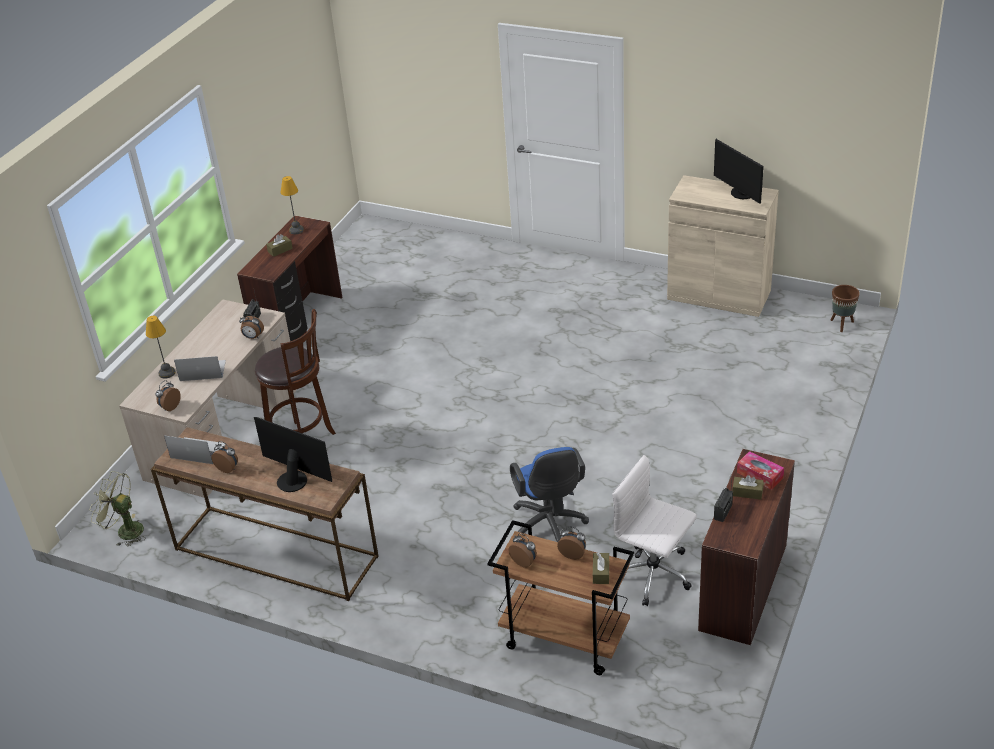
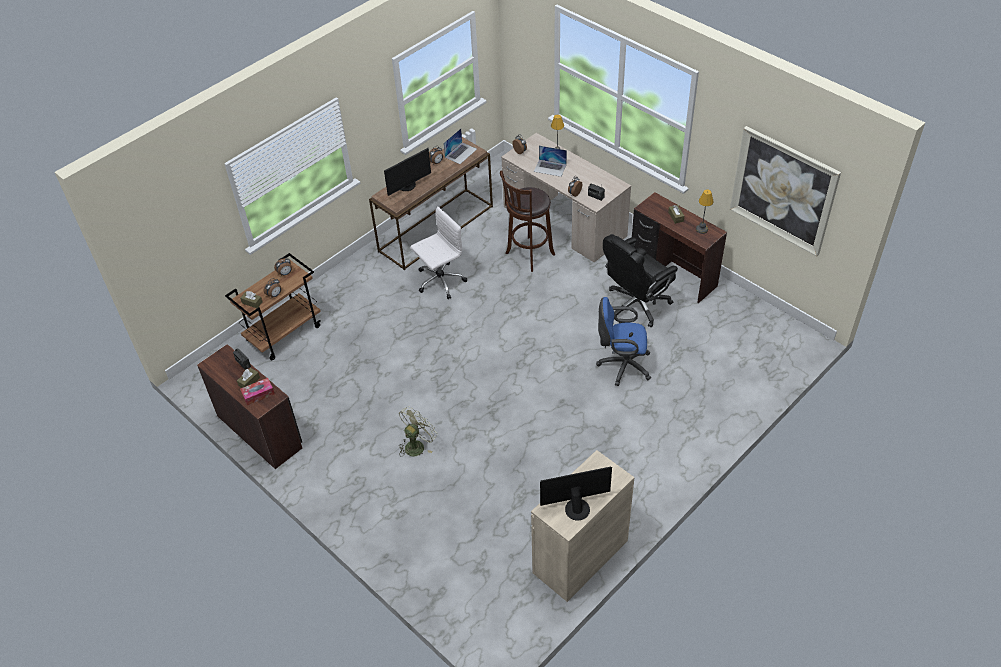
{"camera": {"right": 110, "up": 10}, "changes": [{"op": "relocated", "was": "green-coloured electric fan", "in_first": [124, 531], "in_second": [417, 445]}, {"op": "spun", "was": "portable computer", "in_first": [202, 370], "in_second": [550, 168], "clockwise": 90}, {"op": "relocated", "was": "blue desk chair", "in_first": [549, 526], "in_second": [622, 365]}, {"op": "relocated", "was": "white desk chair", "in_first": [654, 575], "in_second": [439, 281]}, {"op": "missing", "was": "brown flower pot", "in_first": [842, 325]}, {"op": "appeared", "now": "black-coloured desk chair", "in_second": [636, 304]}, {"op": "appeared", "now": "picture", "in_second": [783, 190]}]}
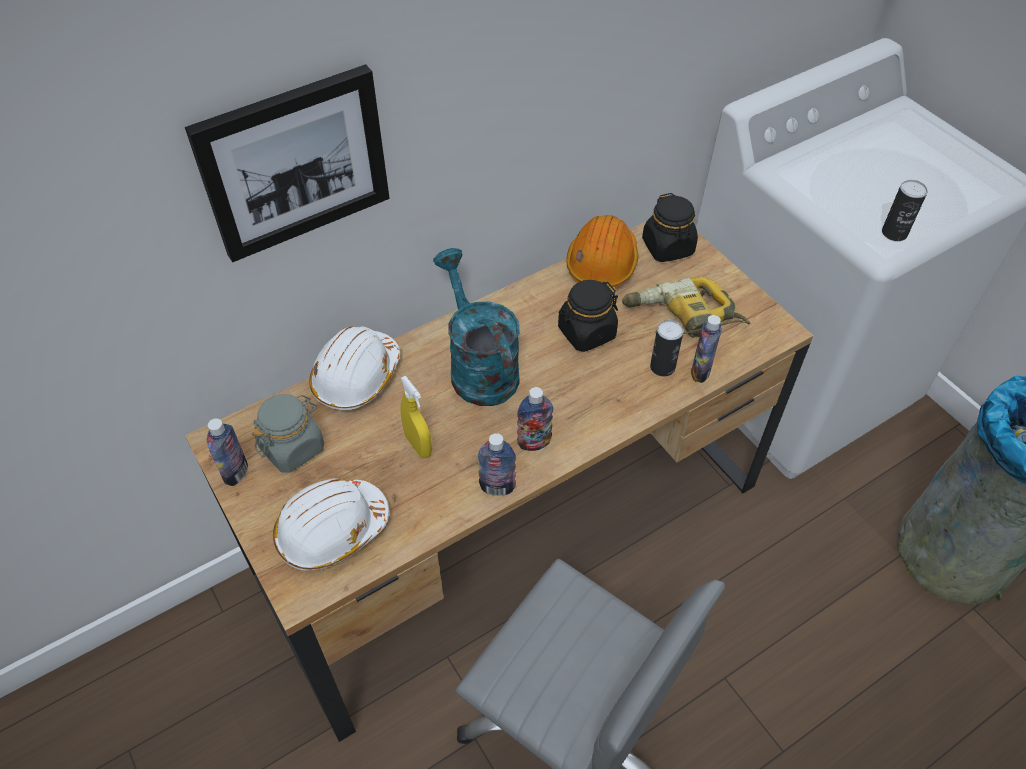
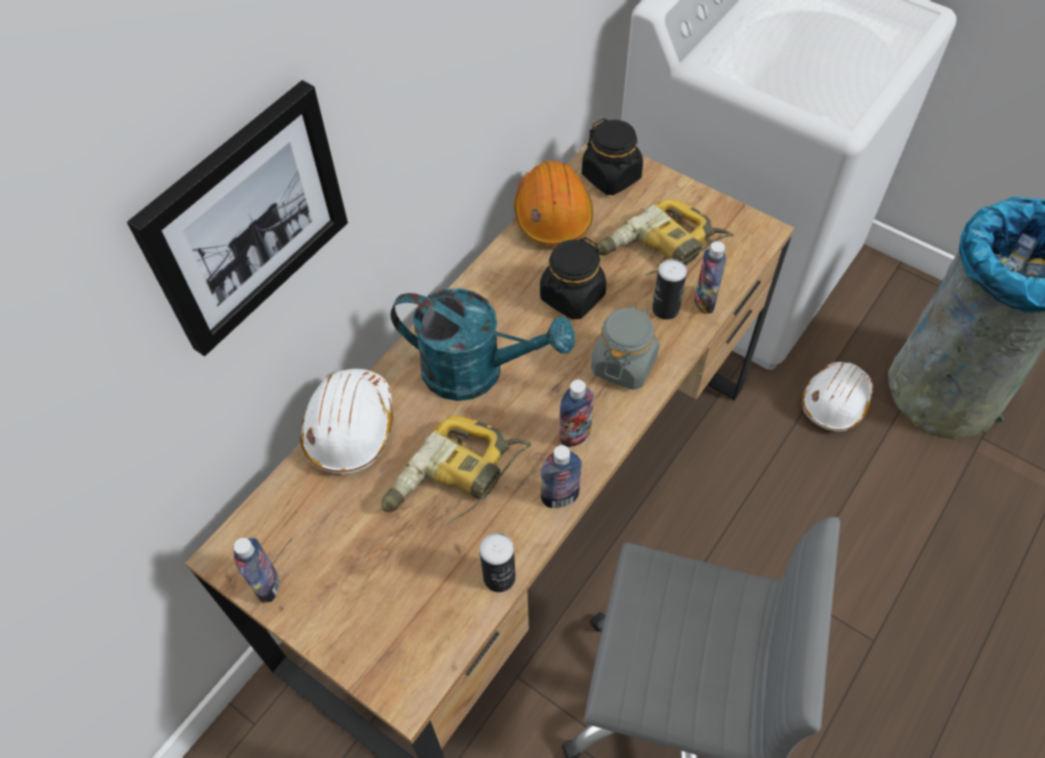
{"camera": {"right": -20, "up": 5}, "changes": [{"op": "relocated", "was": "grey storage jar", "in_first": [293, 447], "in_second": [624, 364]}, {"op": "relocated", "was": "white work helmet", "in_first": [332, 530], "in_second": [835, 401]}, {"op": "exchanged", "was": "yellow sprayer", "now": "power drill", "in_first": [418, 445], "in_second": [455, 481]}, {"op": "spun", "was": "blue-green sprinkling can", "in_first": [478, 366], "in_second": [477, 371], "clockwise": 150}, {"op": "relocated", "was": "sealed can", "in_first": [894, 233], "in_second": [499, 577]}]}
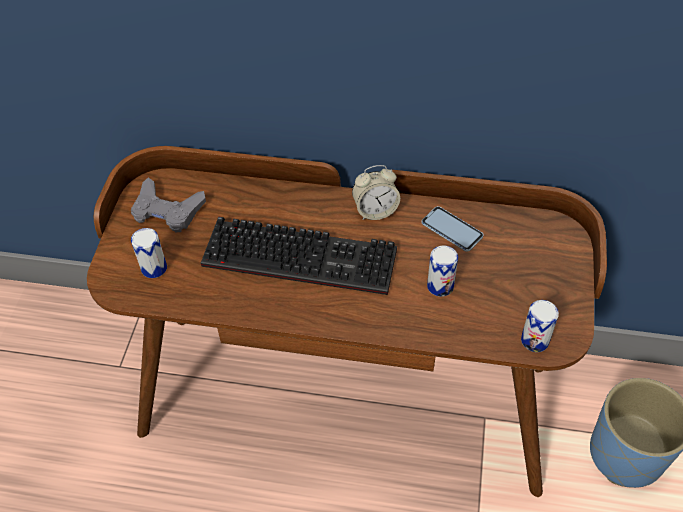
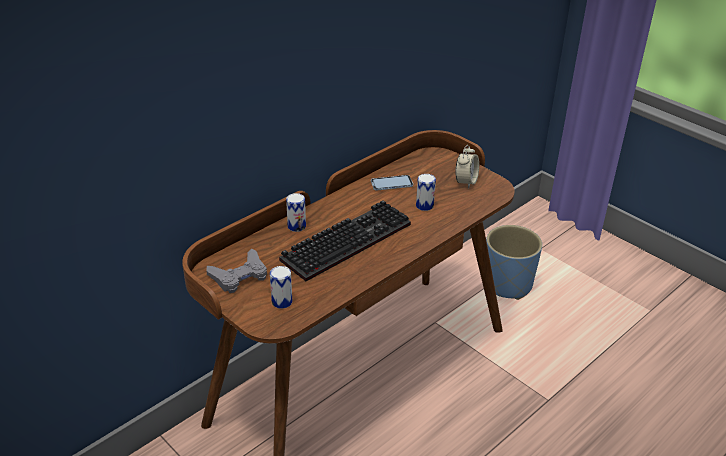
{"camera": {"right": -55, "up": -15}, "changes": [{"op": "relocated", "was": "bedside clock", "in_first": [375, 211], "in_second": [466, 182]}, {"op": "relocated", "was": "sealed can", "in_first": [534, 340], "in_second": [296, 226]}]}
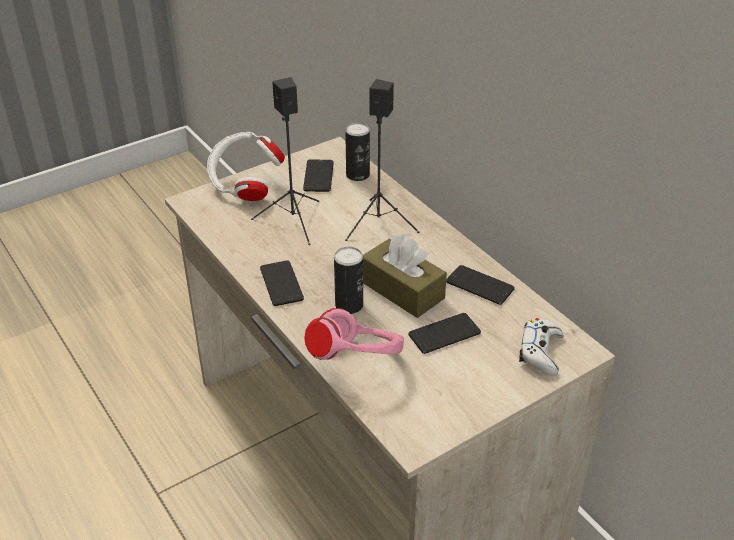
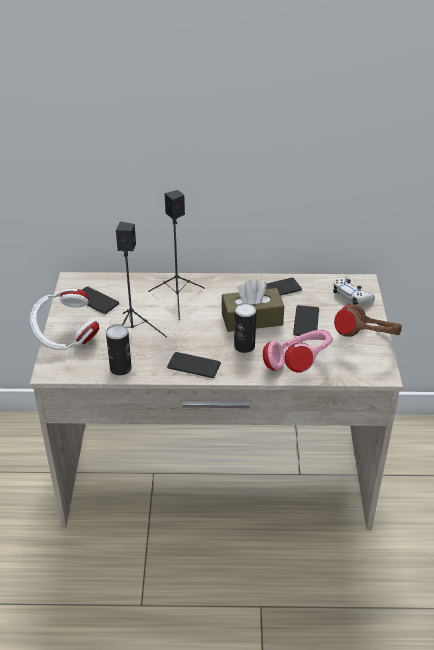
{"camera": {"right": -55, "up": 0}, "changes": [{"op": "relocated", "was": "sealed can", "in_first": [357, 175], "in_second": [120, 368]}, {"op": "appeared", "now": "brown pair of headphones", "in_second": [365, 341]}]}
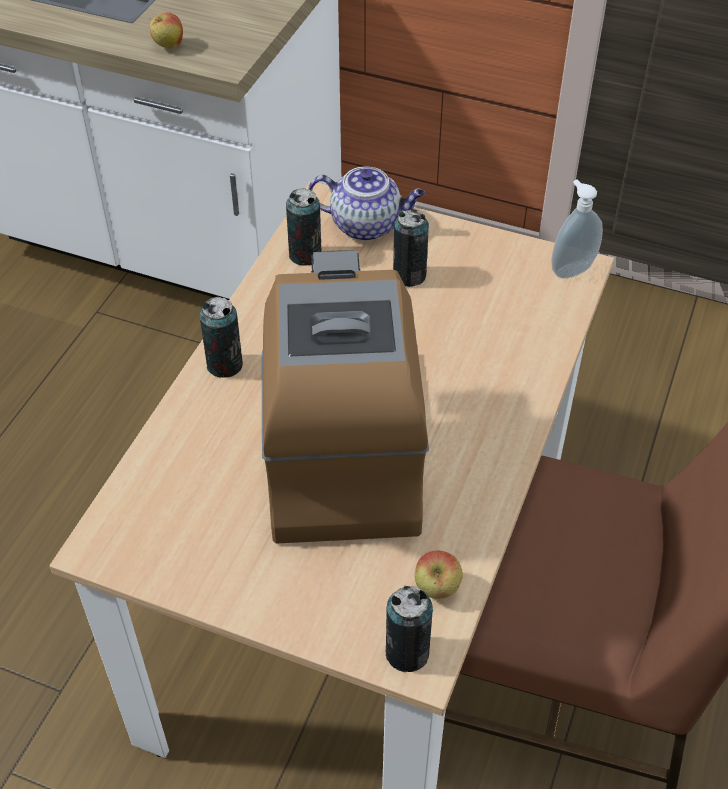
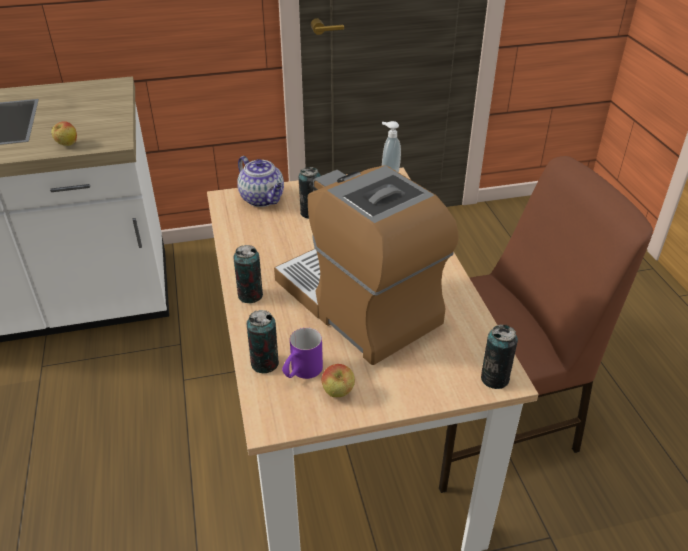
{"camera": {"right": -35, "up": -10}, "changes": [{"op": "relocated", "was": "sealed can", "in_first": [305, 255], "in_second": [264, 363]}, {"op": "spun", "was": "teapot", "in_first": [367, 225], "in_second": [263, 199], "clockwise": 75}, {"op": "relocated", "was": "whole apple", "in_first": [437, 589], "in_second": [338, 393]}, {"op": "appeared", "now": "purple tea mug", "in_second": [301, 372]}]}
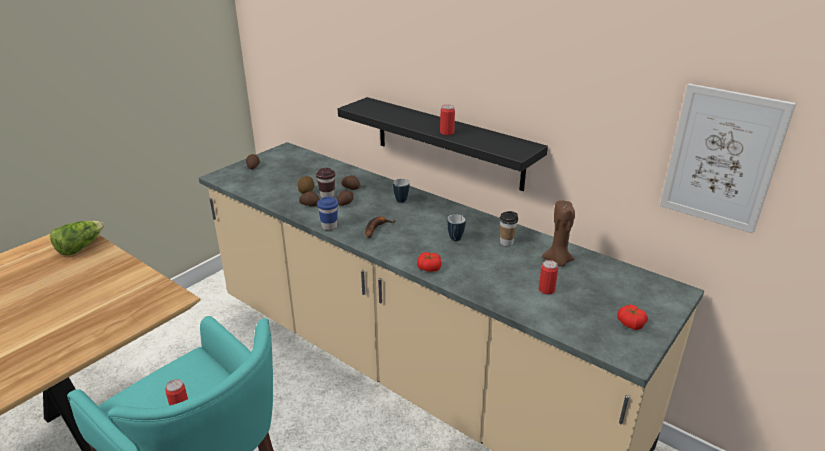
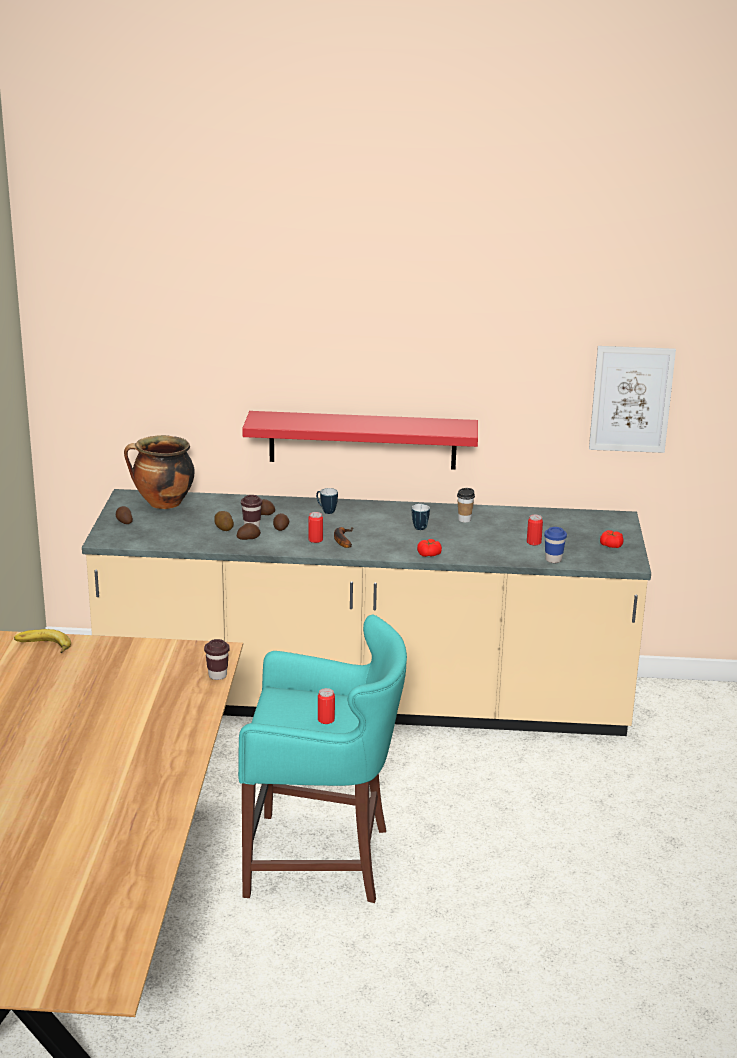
{"camera": {"right": -35, "up": -5}, "changes": [{"op": "exchanged", "was": "lettuce", "now": "whole banana", "in_first": [80, 247], "in_second": [42, 647]}, {"op": "relocated", "was": "blue small cup", "in_first": [329, 226], "in_second": [553, 560]}, {"op": "colour", "was": "black-coloured bracket shelf", "now": "red bracket shelf", "in_first": [448, 143], "in_second": [362, 440]}, {"op": "relocated", "was": "sealed can", "in_first": [447, 132], "in_second": [315, 540]}, {"op": "missing", "was": "brown wax candle", "in_first": [558, 261]}, {"op": "appeared", "now": "saucepot", "in_second": [162, 504]}, {"op": "appeared", "now": "brown small cup", "in_second": [217, 675]}]}
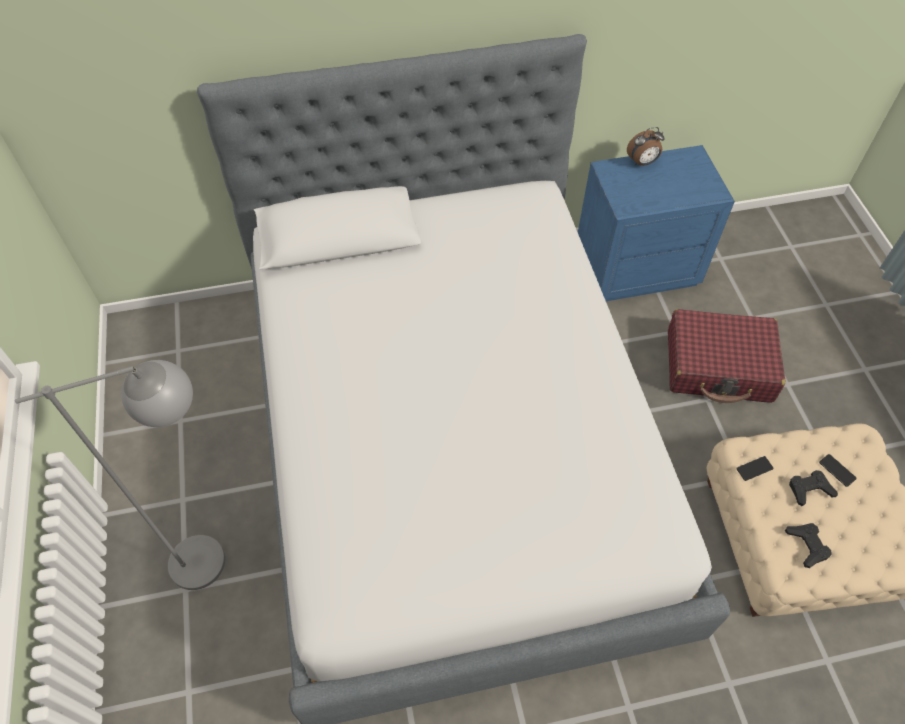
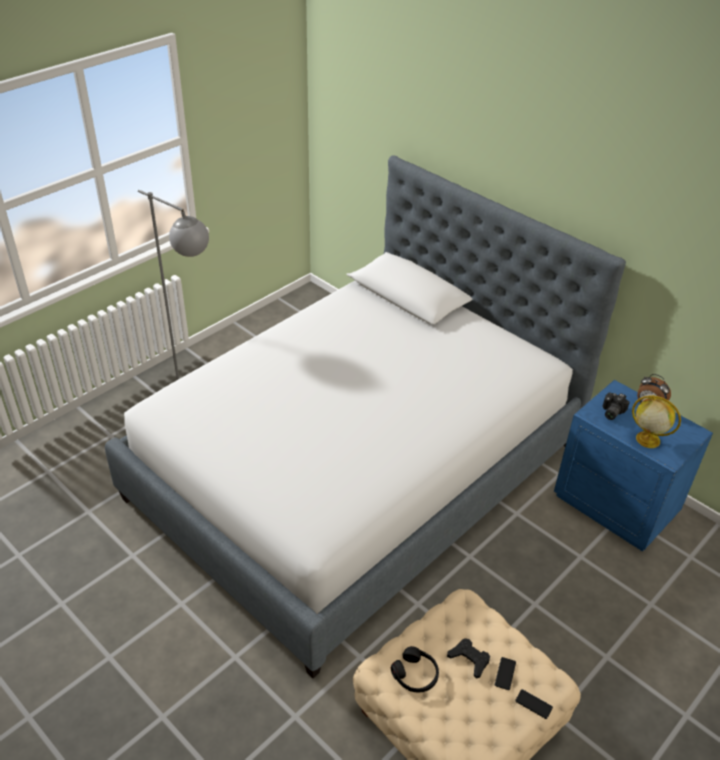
{"camera": {"right": 55, "up": -15}, "changes": [{"op": "missing", "was": "red travel case", "in_first": [719, 366]}, {"op": "relocated", "was": "handset", "in_first": [754, 468], "in_second": [533, 704]}, {"op": "exchanged", "was": "black-coloured gamepad", "now": "black-coloured pair of headphones", "in_first": [807, 545], "in_second": [415, 675]}, {"op": "appeared", "now": "photo camera", "in_second": [611, 412]}, {"op": "appeared", "now": "world globe", "in_second": [647, 439]}]}
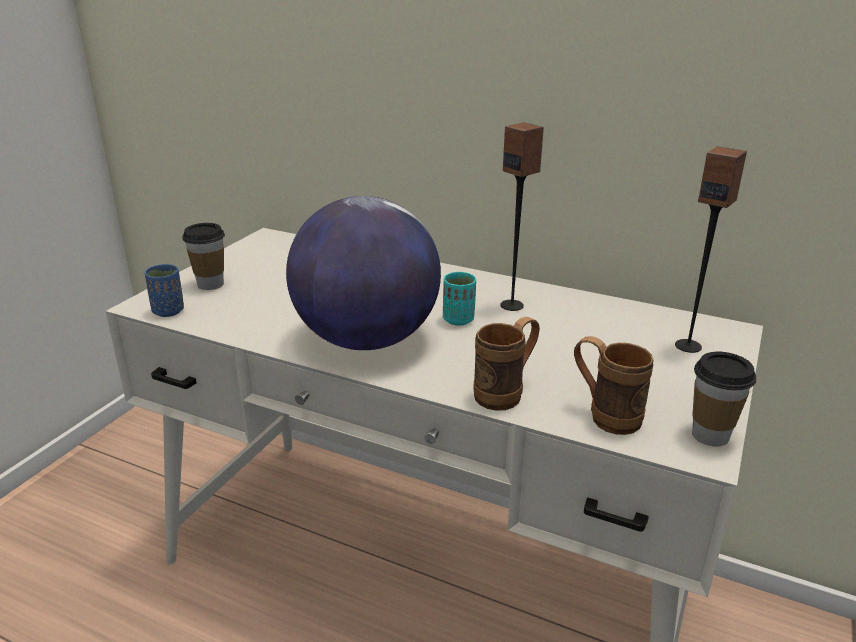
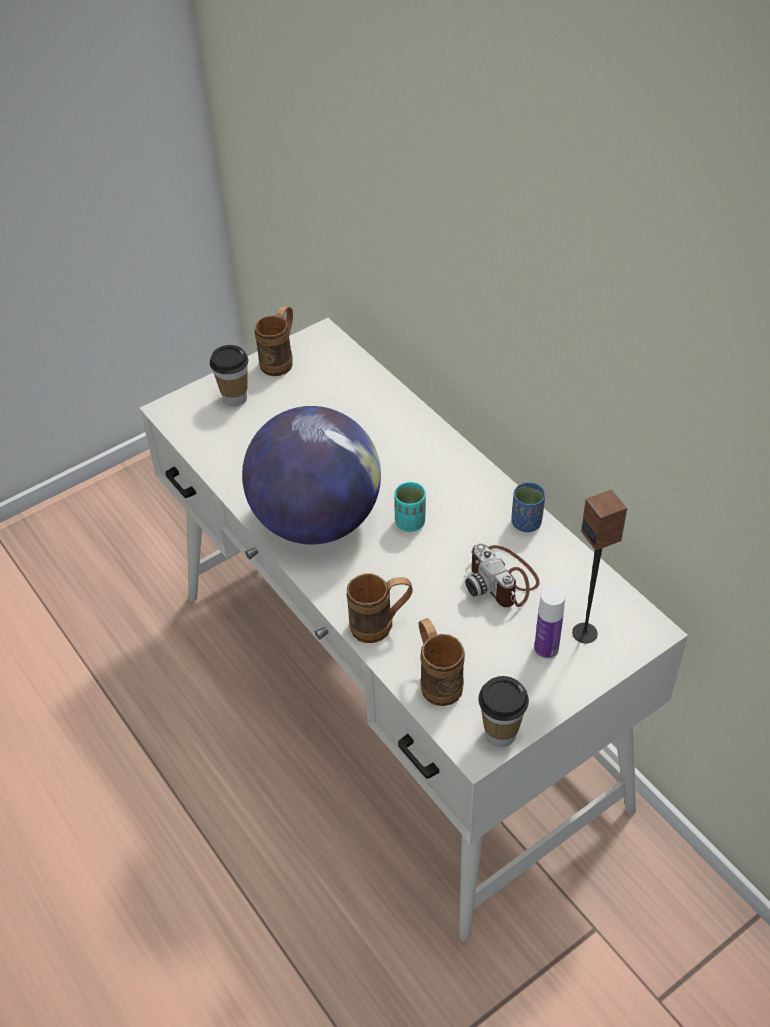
{"camera": {"right": 30, "up": 20}, "changes": [{"op": "relocated", "was": "blue small cup", "in_first": [168, 311], "in_second": [526, 523]}, {"op": "missing", "was": "speaker", "in_first": [512, 305]}, {"op": "appeared", "now": "brown tea mug", "in_second": [281, 360]}, {"op": "appeared", "now": "photo camera", "in_second": [502, 579]}, {"op": "appeared", "now": "bottle", "in_second": [546, 649]}]}
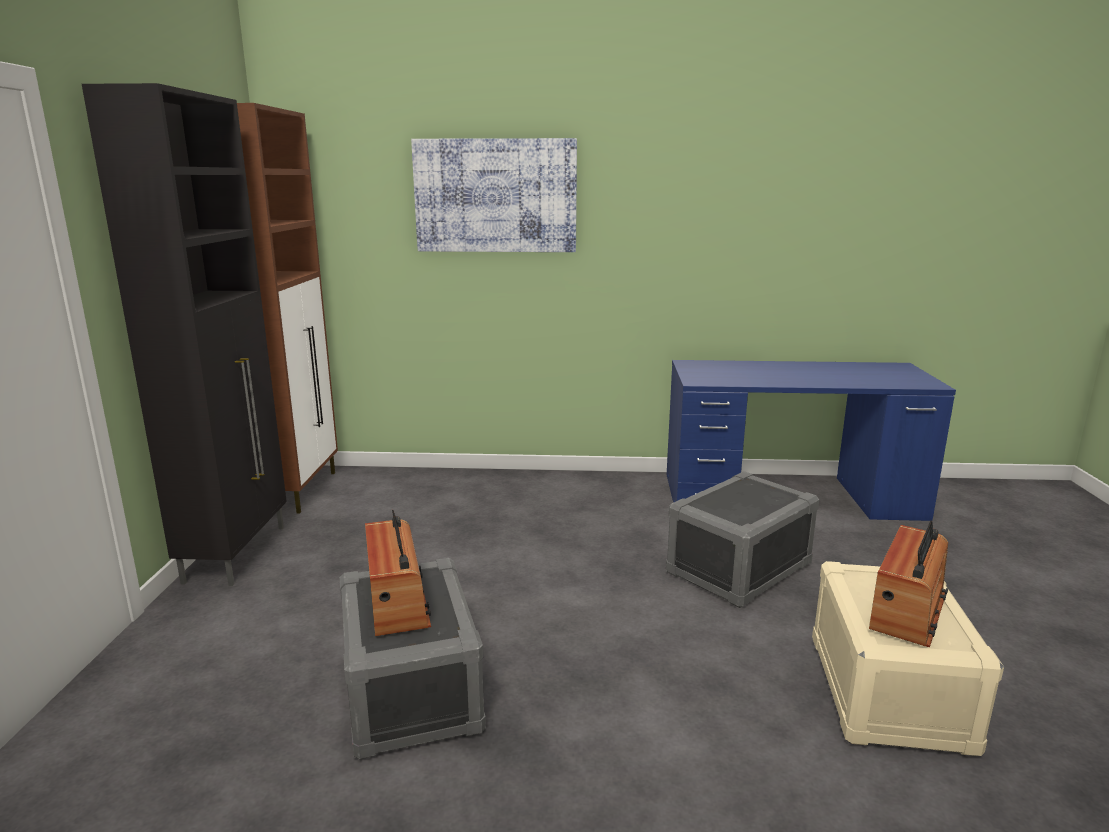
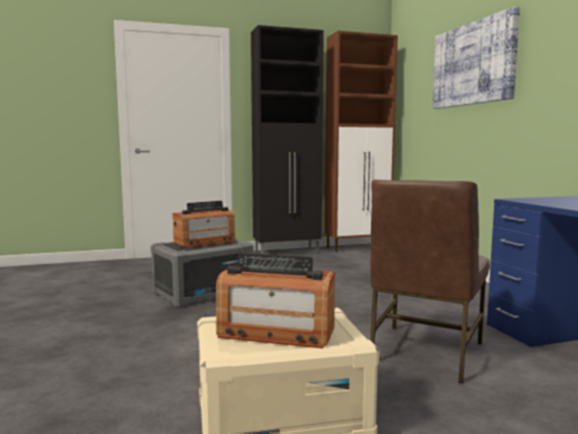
{"camera": {"right": 70, "up": -10}, "changes": [{"op": "exchanged", "was": "grey storage bin", "now": "brown chair", "in_first": [739, 569], "in_second": [424, 353]}]}
